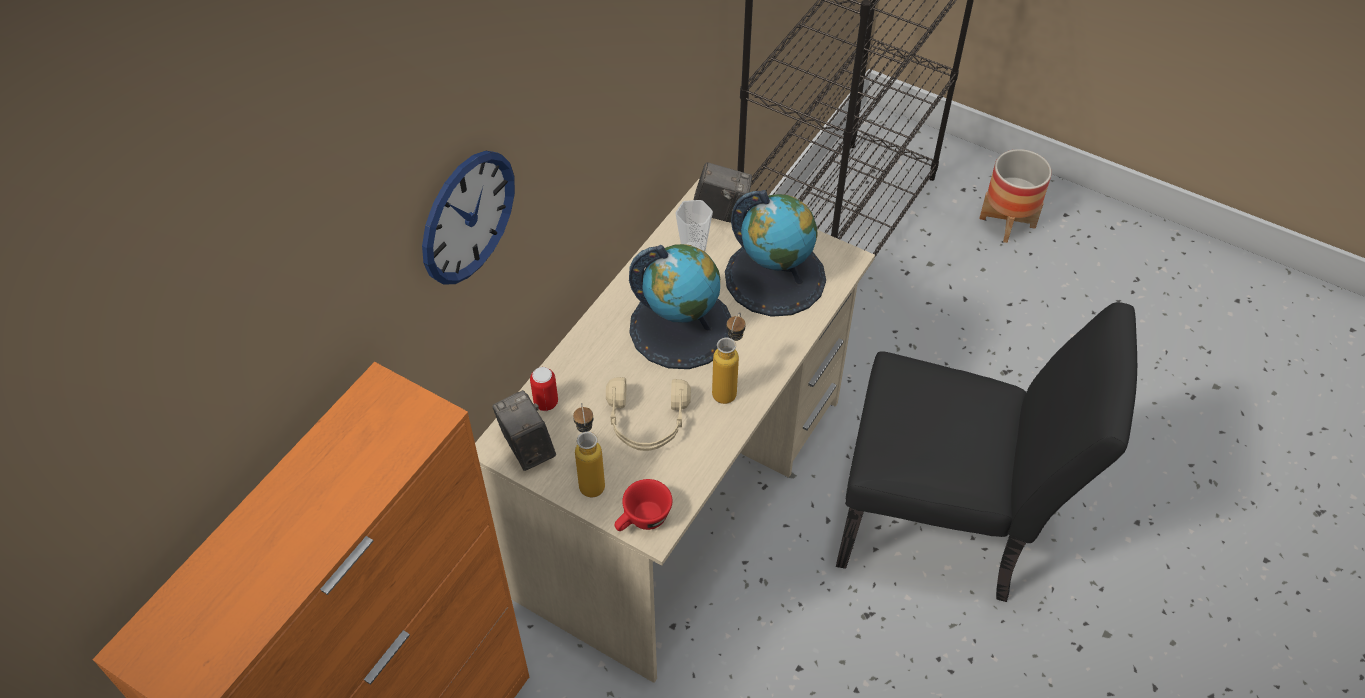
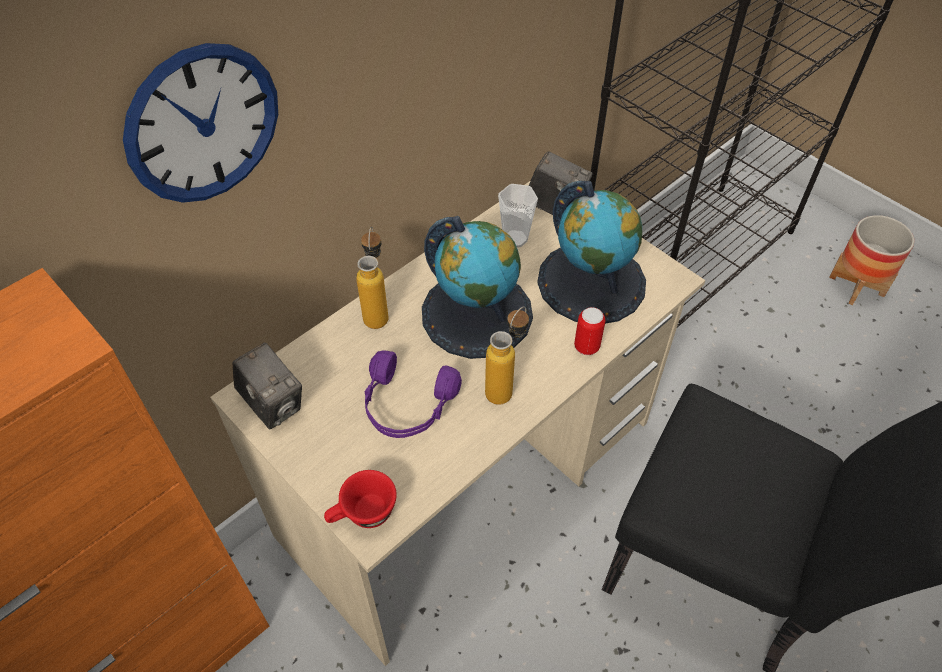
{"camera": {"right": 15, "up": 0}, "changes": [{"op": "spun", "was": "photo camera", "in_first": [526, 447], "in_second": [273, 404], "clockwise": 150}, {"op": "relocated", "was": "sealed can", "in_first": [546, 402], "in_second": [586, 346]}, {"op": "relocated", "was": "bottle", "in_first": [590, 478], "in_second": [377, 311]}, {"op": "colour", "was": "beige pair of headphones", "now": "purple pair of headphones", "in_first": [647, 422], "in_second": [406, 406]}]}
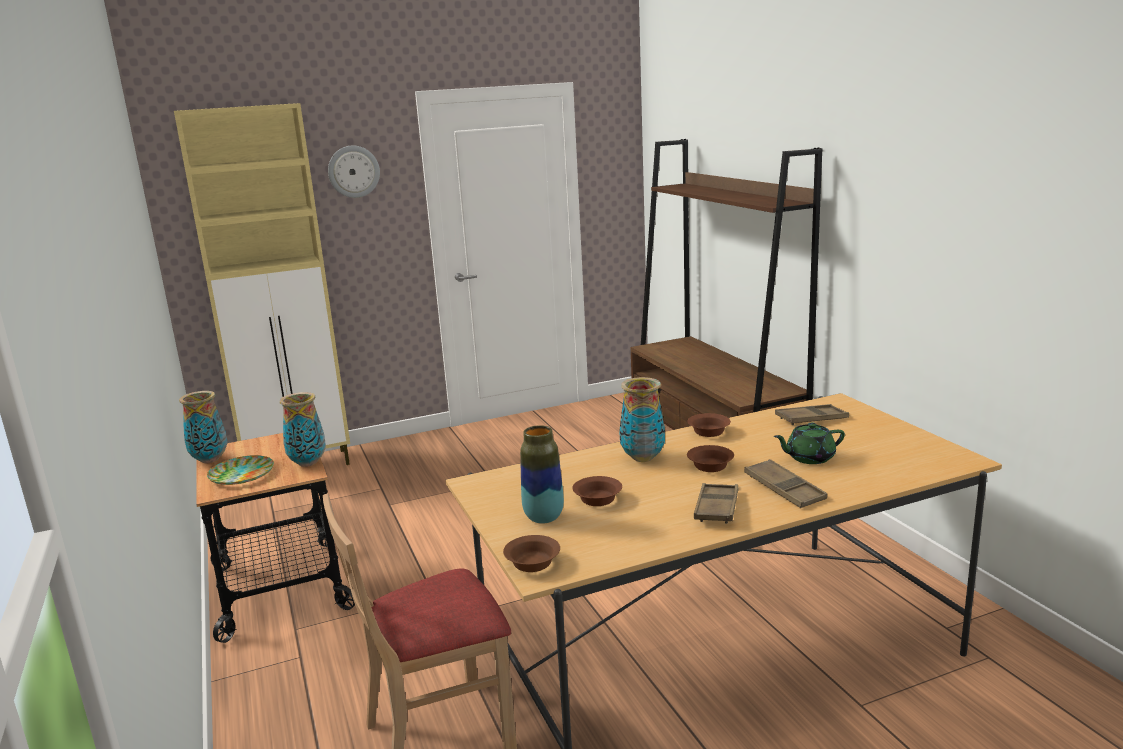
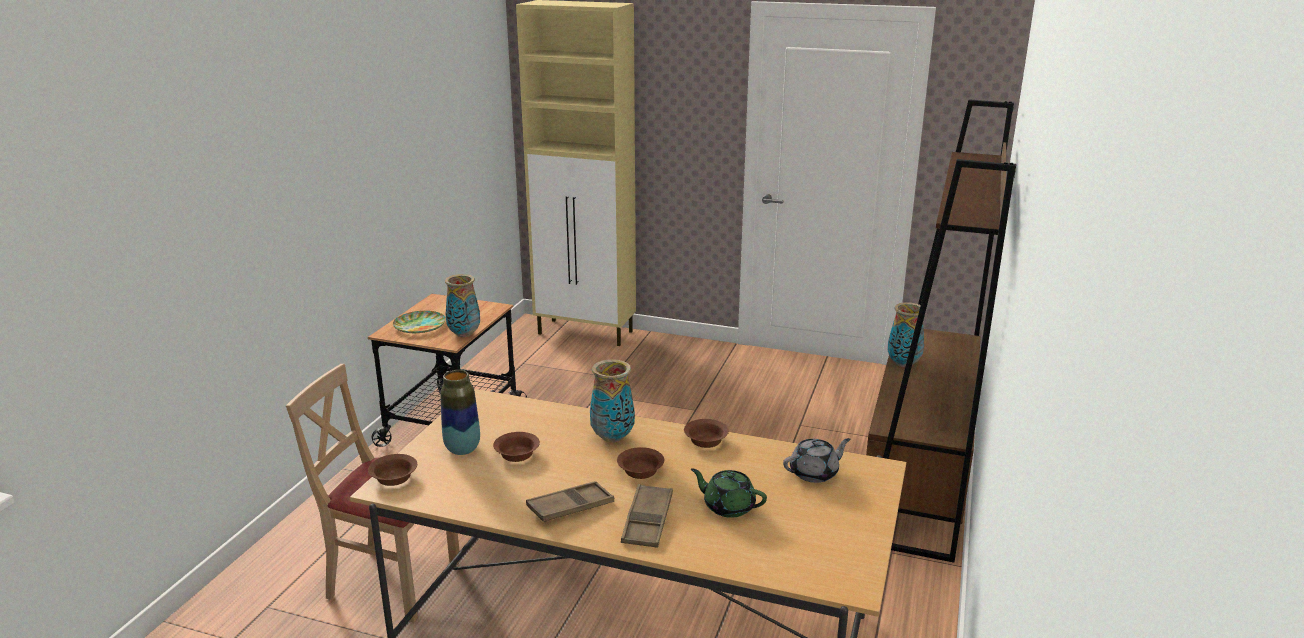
{"camera": {"right": 40, "up": 5}, "changes": [{"op": "relocated", "was": "vase", "in_first": [210, 460], "in_second": [904, 364]}, {"op": "missing", "was": "wall clock", "in_first": [353, 171]}, {"op": "exchanged", "was": "brown serving tray", "now": "grey teapot", "in_first": [811, 419], "in_second": [814, 473]}]}
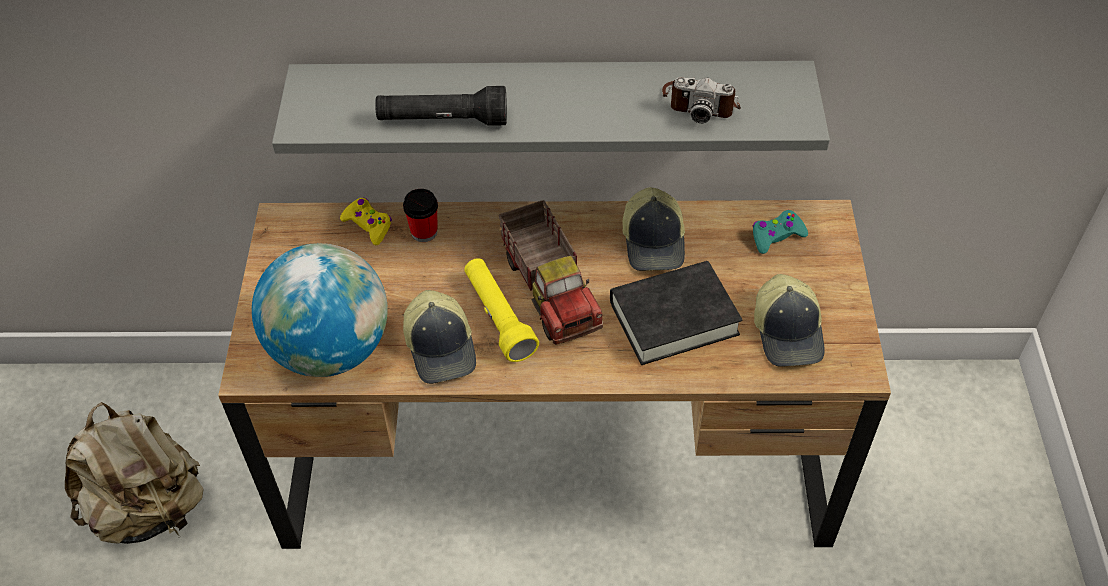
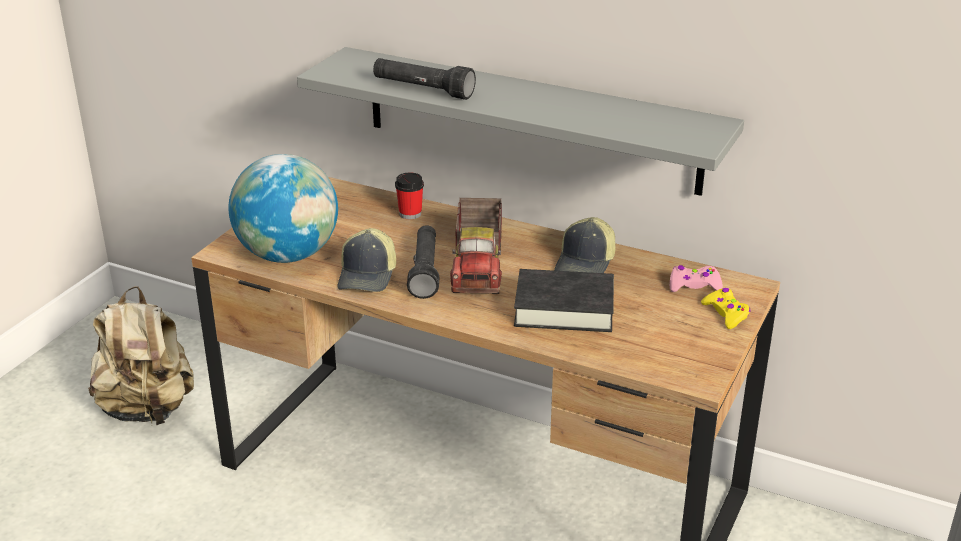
{"camera": {"right": 25, "up": -20}, "changes": [{"op": "relocated", "was": "yellow gamepad", "in_first": [368, 225], "in_second": [726, 313]}, {"op": "colour", "was": "yellow hand torch", "now": "black-coloured hand torch", "in_first": [498, 317], "in_second": [425, 271]}, {"op": "missing", "was": "photo camera", "in_first": [700, 102]}, {"op": "colour", "was": "blue-green gamepad", "now": "pink-coloured gamepad", "in_first": [776, 236], "in_second": [694, 285]}, {"op": "missing", "was": "cap", "in_first": [789, 332]}]}
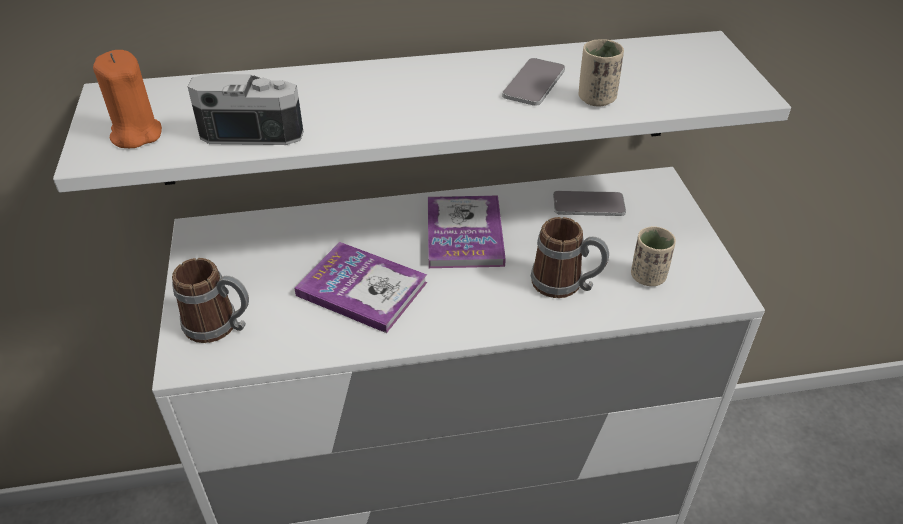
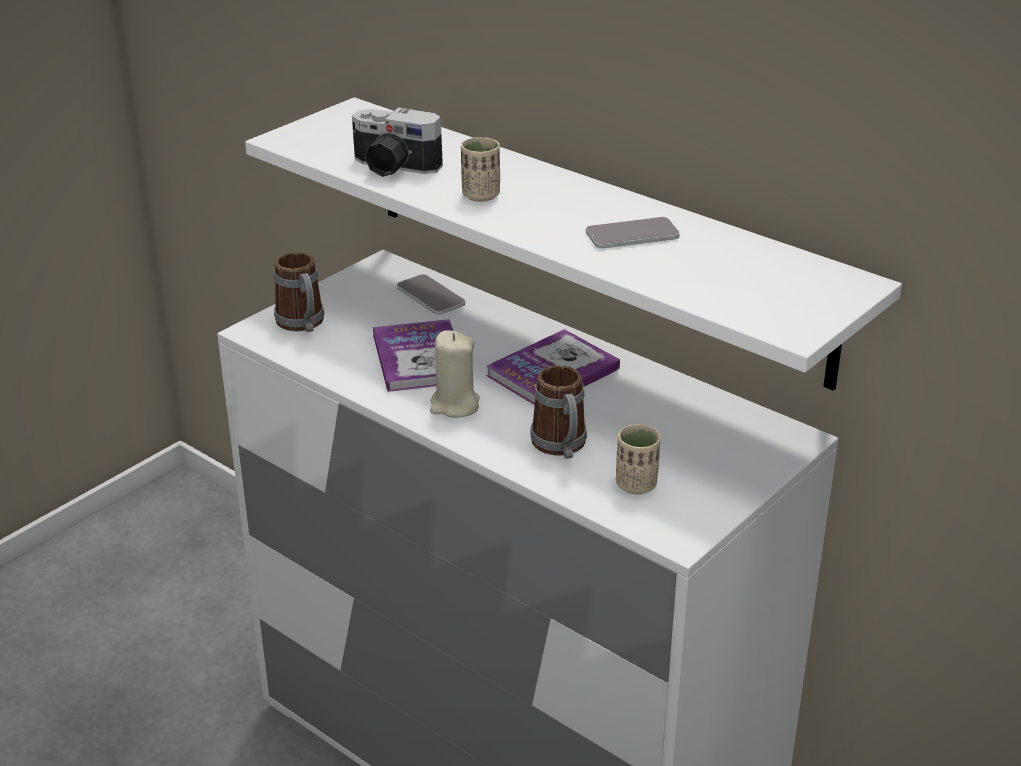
{"camera": {"right": 50, "up": -10}, "changes": [{"op": "missing", "was": "orange-coloured wax candle", "in_first": [136, 134]}, {"op": "spun", "was": "photo camera", "in_first": [255, 127], "in_second": [393, 168], "clockwise": 150}, {"op": "relocated", "was": "handset", "in_first": [588, 205], "in_second": [430, 296]}, {"op": "relocated", "was": "beige small cup", "in_first": [596, 99], "in_second": [481, 195]}, {"op": "appeared", "now": "beige wax candle", "in_second": [454, 405]}]}
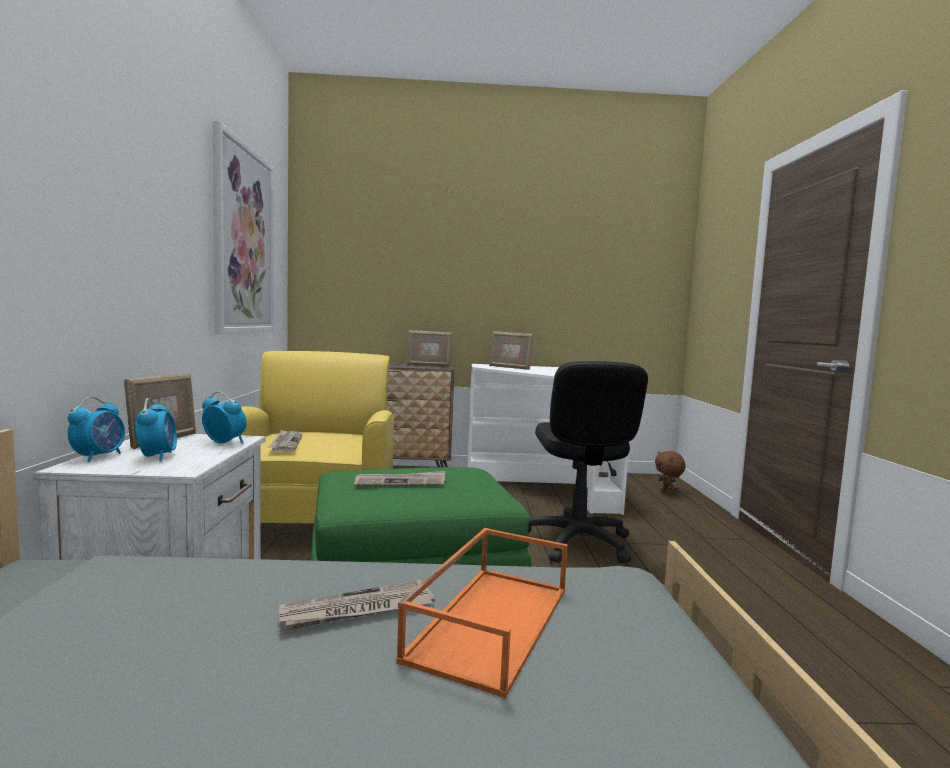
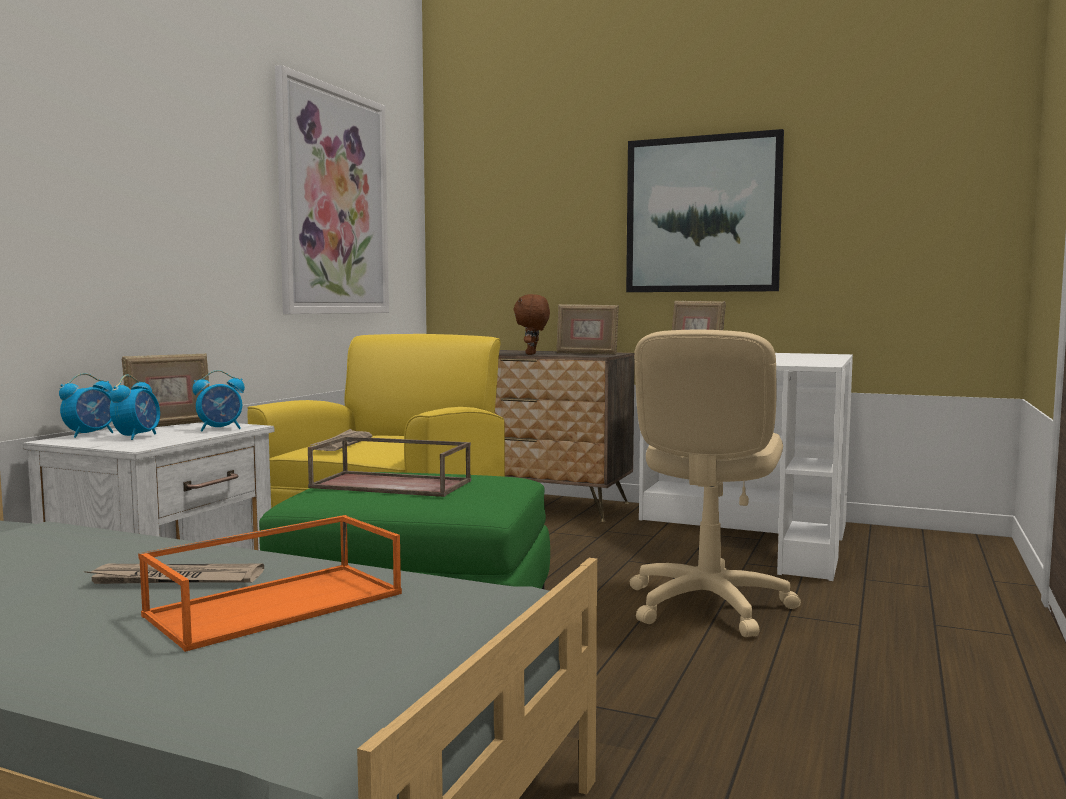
{"camera": {"right": 25, "up": 0}, "changes": [{"op": "spun", "was": "bedside clock", "in_first": [224, 443], "in_second": [221, 429], "clockwise": 105}, {"op": "exchanged", "was": "newspaper", "now": "brown serving tray", "in_first": [400, 482], "in_second": [393, 484]}, {"op": "colour", "was": "black-coloured desk chair", "now": "beige desk chair", "in_first": [576, 542], "in_second": [707, 605]}, {"op": "relocated", "was": "brown plush toy", "in_first": [667, 493], "in_second": [532, 354]}, {"op": "appeared", "now": "picture", "in_second": [702, 215]}]}
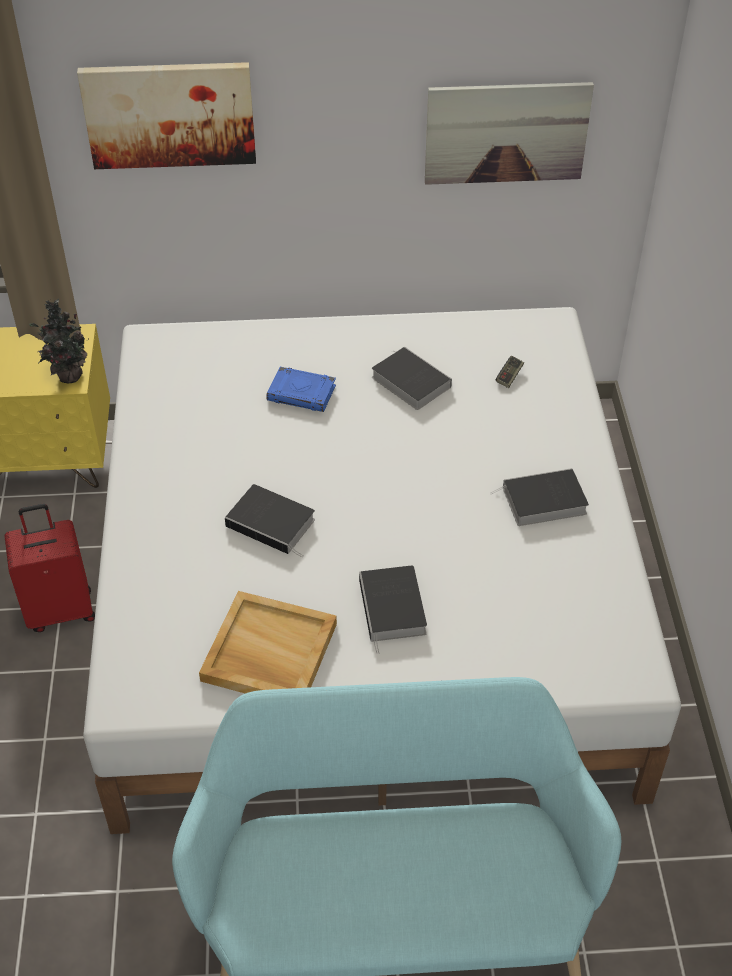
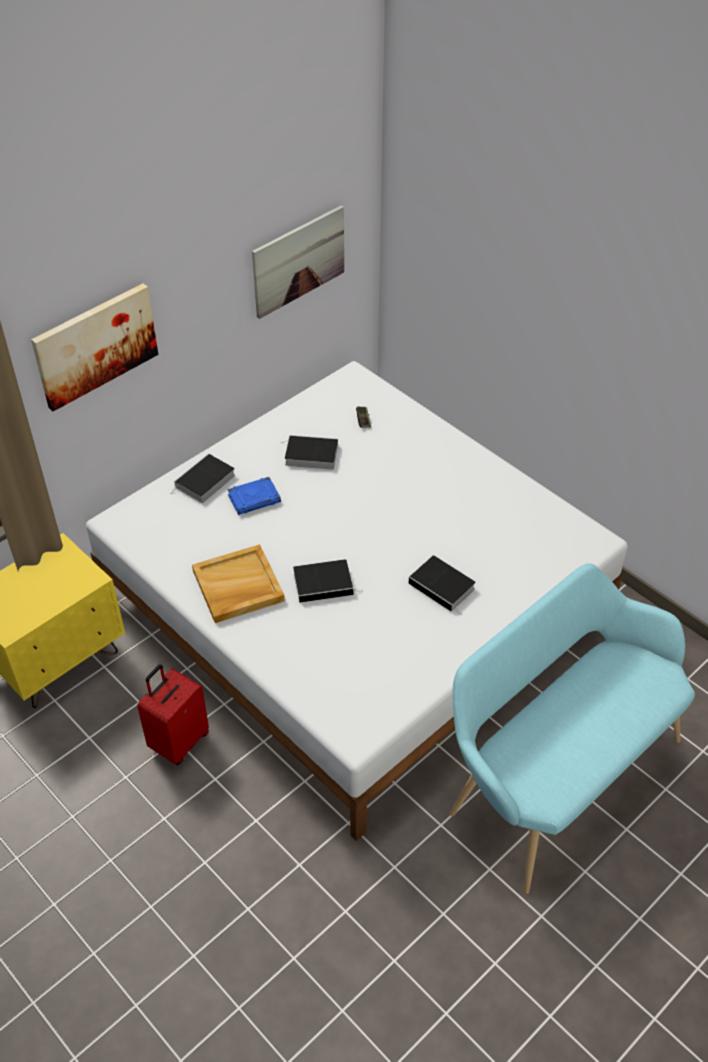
{"camera": {"right": -40, "up": 0}, "changes": [{"op": "missing", "was": "potted plant", "in_first": [67, 376]}, {"op": "relocated", "was": "beige serving tray", "in_first": [268, 653], "in_second": [237, 586]}, {"op": "relocated", "was": "bound book", "in_first": [542, 502], "in_second": [204, 482]}]}
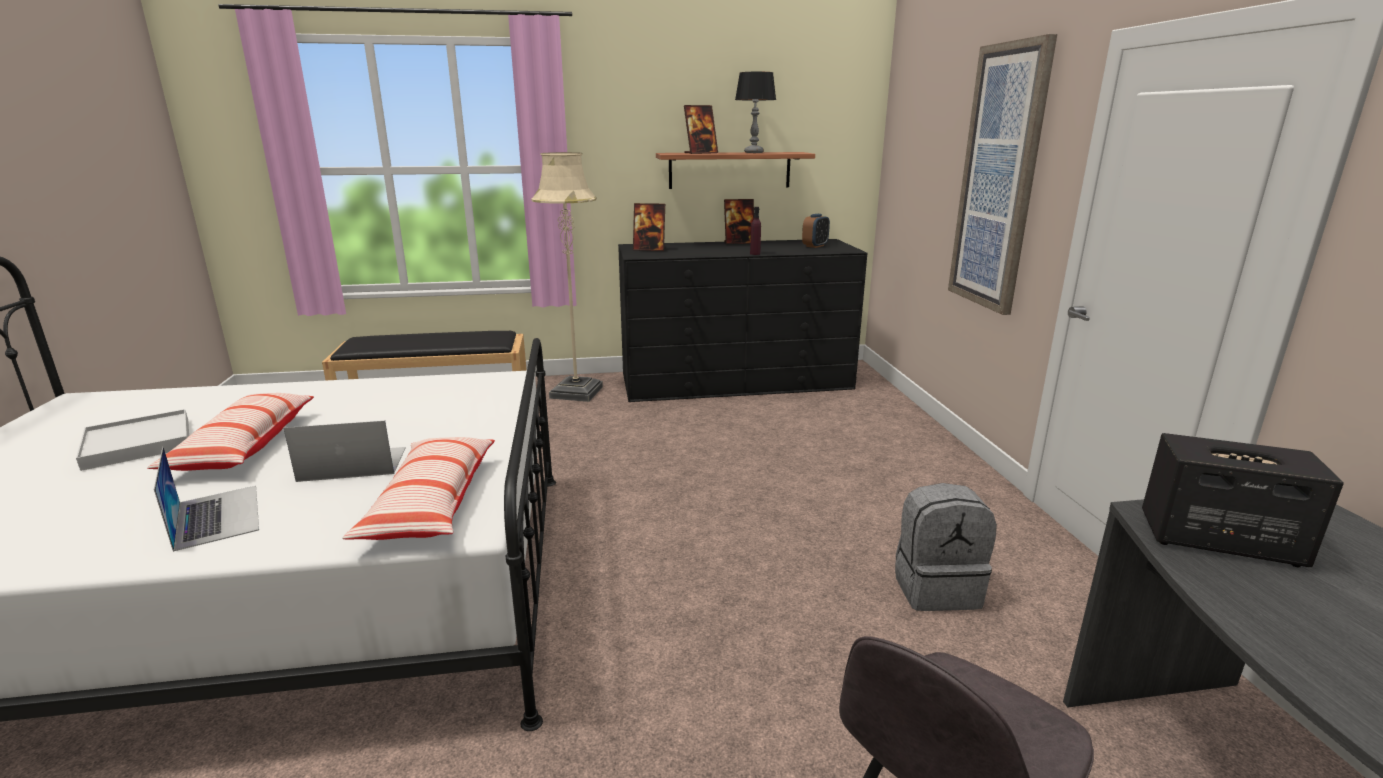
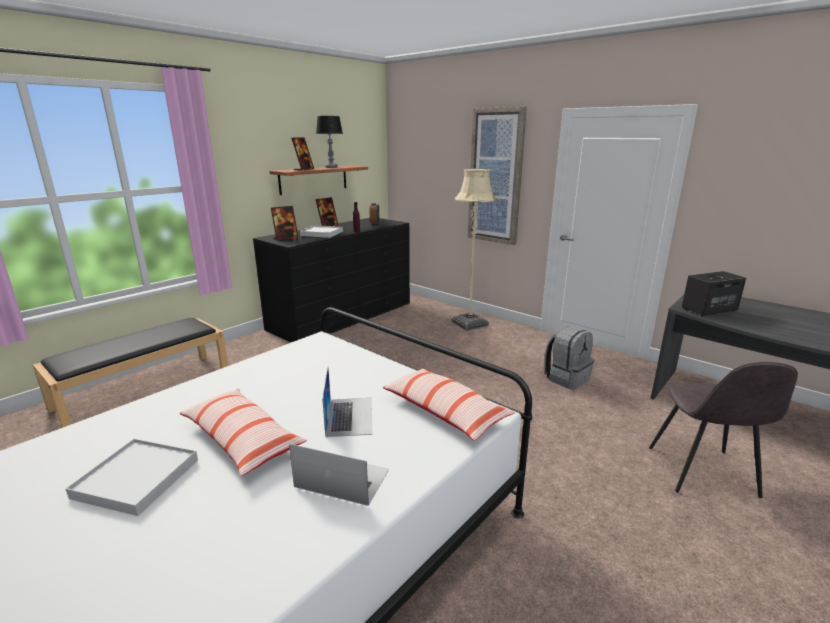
{"camera": {"right": -40, "up": 0}, "changes": [{"op": "spun", "was": "portable computer", "in_first": [352, 464], "in_second": [349, 416], "clockwise": 135}, {"op": "relocated", "was": "beige standing lamp", "in_first": [576, 392], "in_second": [470, 323]}, {"op": "appeared", "now": "white serving tray", "in_second": [322, 233]}]}
